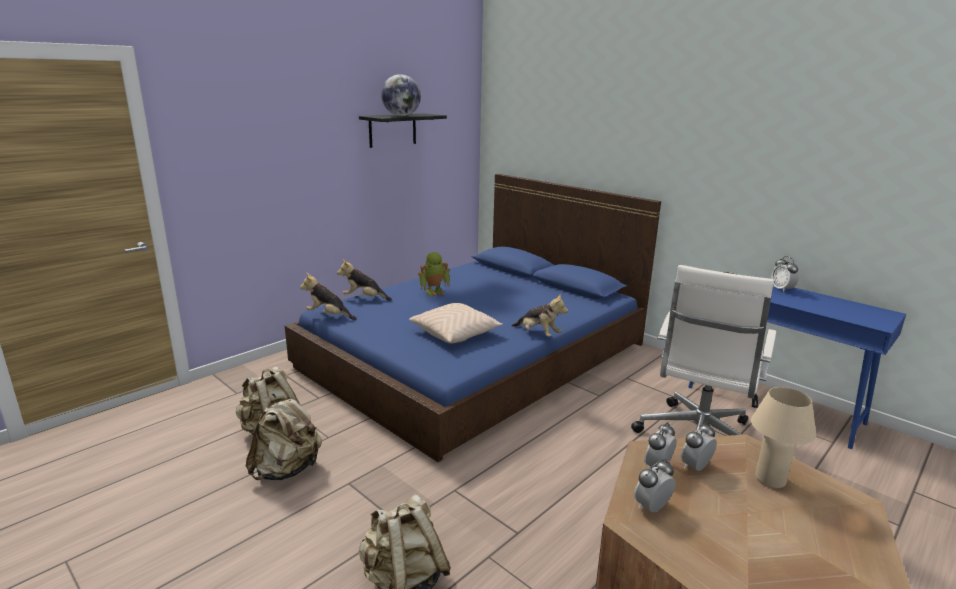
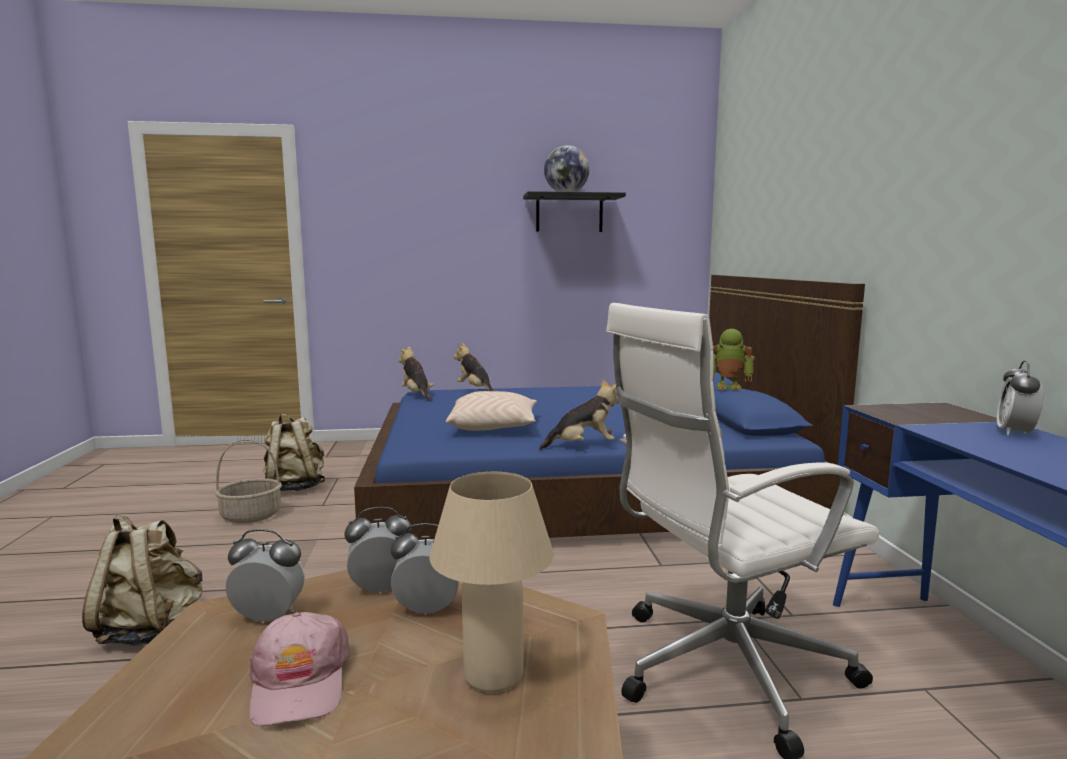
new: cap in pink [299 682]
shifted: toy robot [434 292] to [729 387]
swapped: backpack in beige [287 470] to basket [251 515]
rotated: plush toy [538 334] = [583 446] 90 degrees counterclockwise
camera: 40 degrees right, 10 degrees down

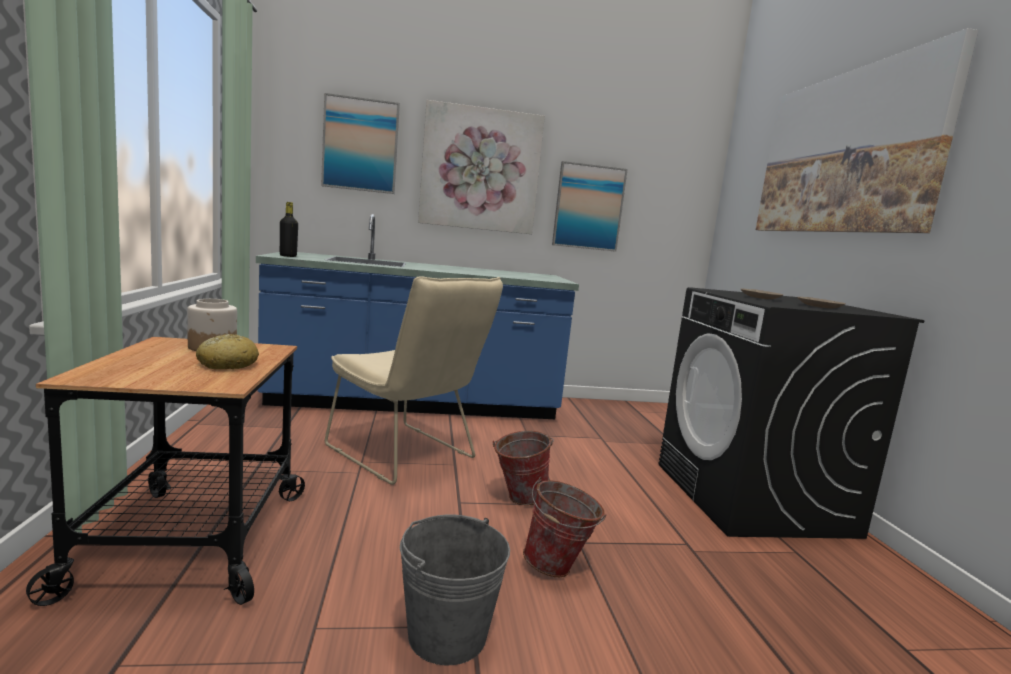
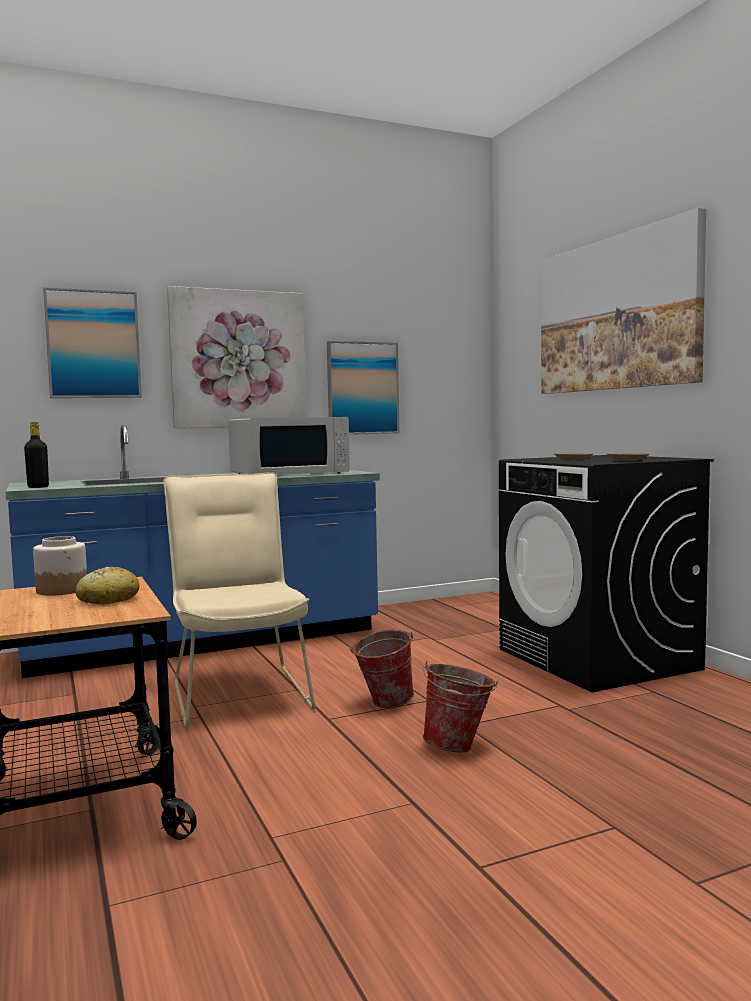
gone: bucket in grey [447 635]
new: microwave in white [289 473]
rotated: chair in beige [406 455] = [239 692] 135 degrees counterclockwise
camera: 15 degrees left, 5 degrees down

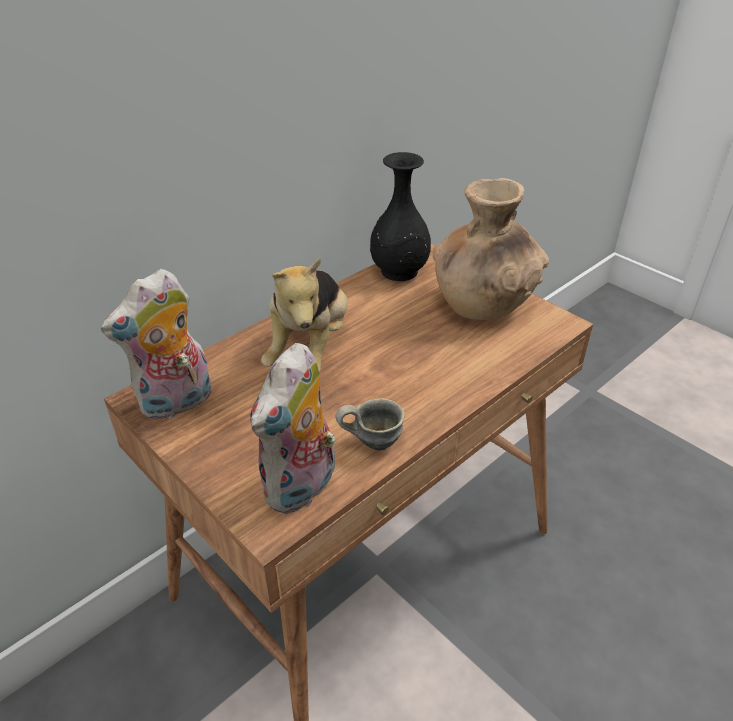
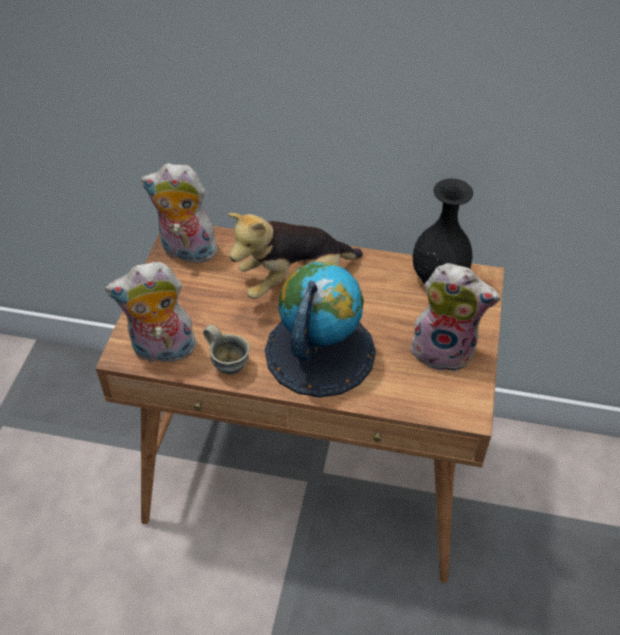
new: globe [319 351]
swapped: vase in brown [482 304] to plush toy [444 350]
camera: 55 degrees right, 10 degrees up

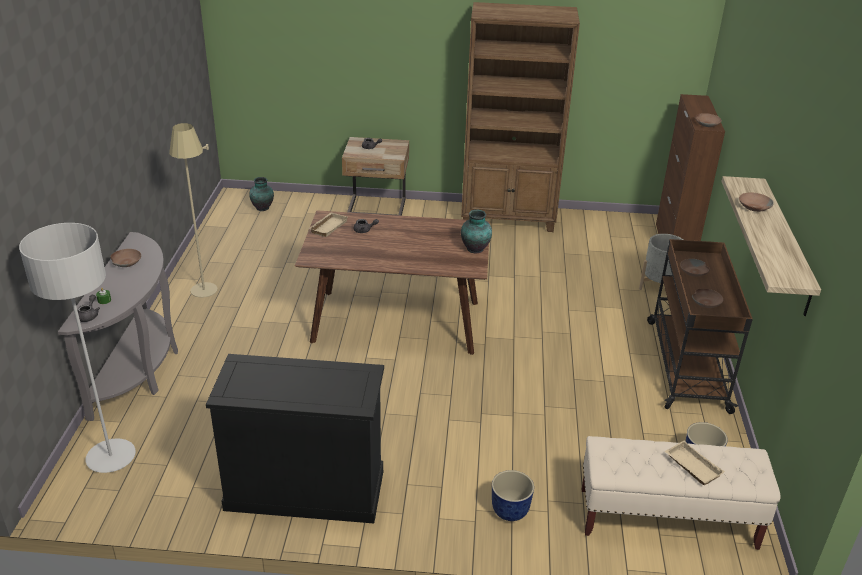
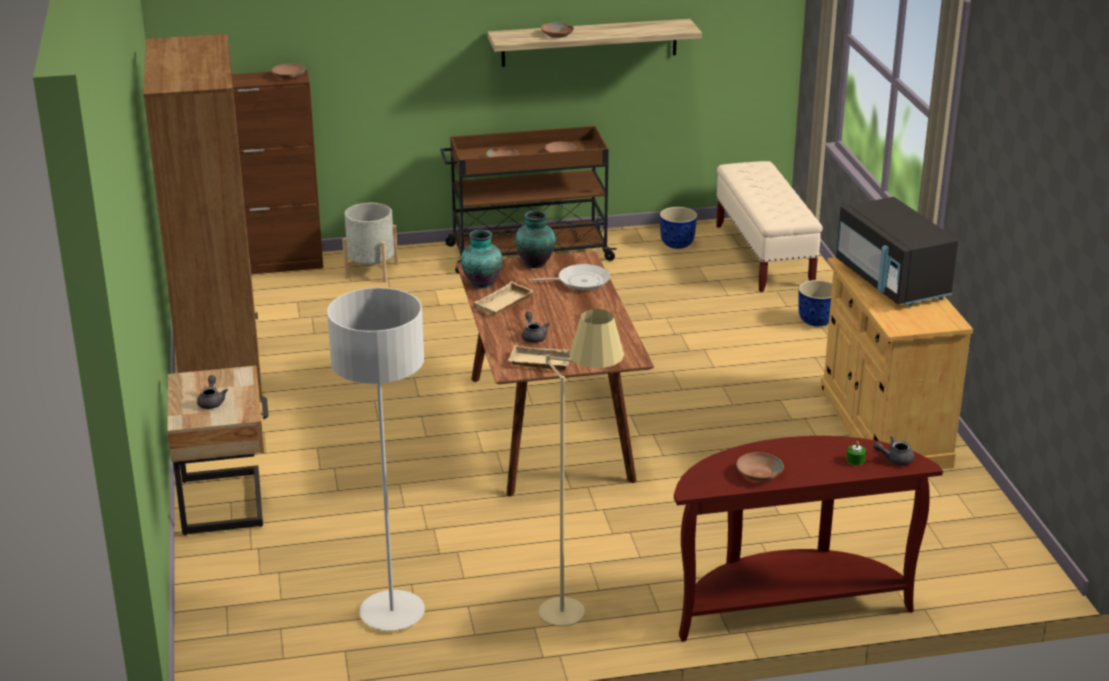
new: frying pan [580 281]; microwave in black [892 282]
shifted: floor lamp in grey [111 457] to [392 613]; vase [263 207] to [481 283]; tray in beige [691 466] to [504 304]
repainted: console table in grey [139 370] to console table in brown [788 604]; cabinet in black [305 489] to cabinet in beige [883 427]
camera: 105 degrees left, 5 degrees down

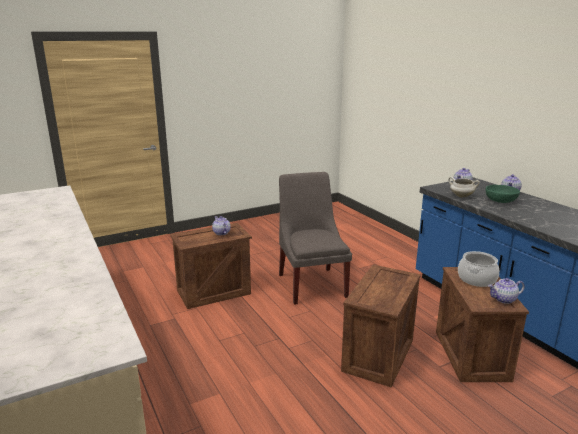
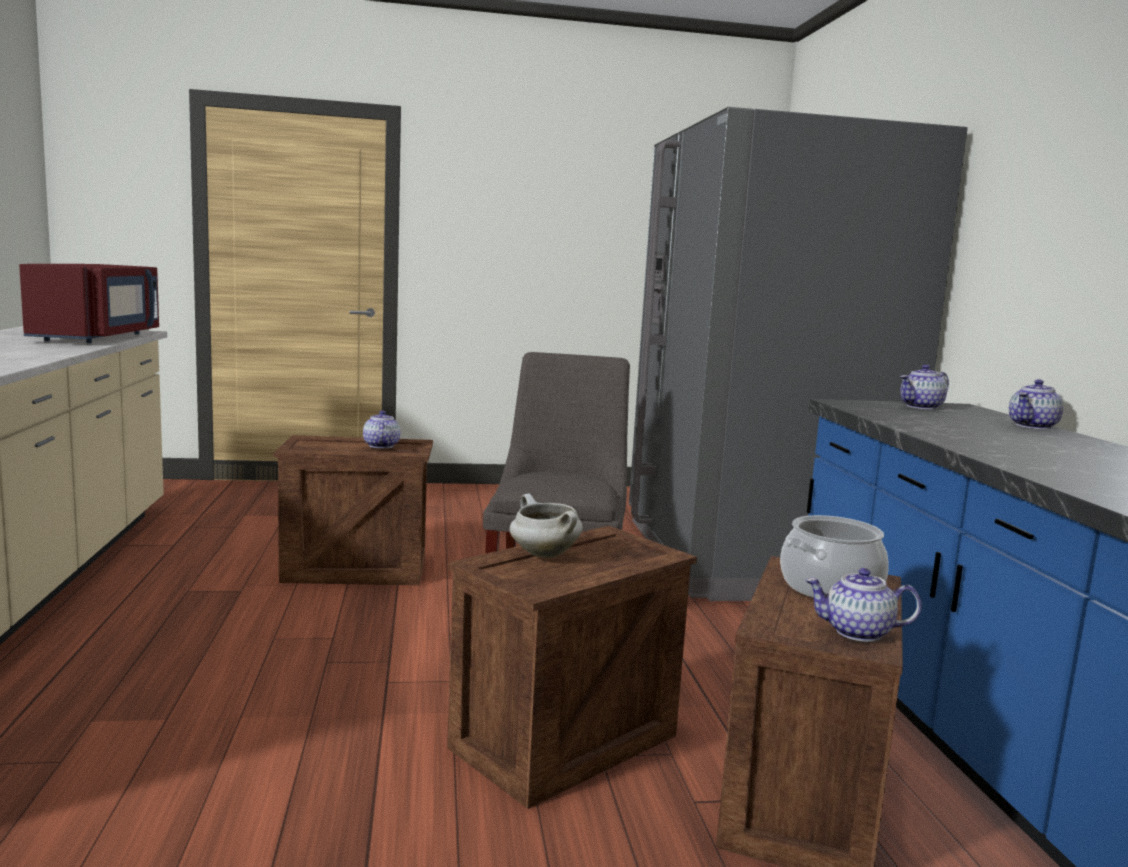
gone: bowl in green [501 201]
new: microwave in red [99 337]; fridge in grey [750 558]
shifted: cooking pot in white [461 196] to [543 554]
camera: 20 degrees right, 10 degrees down

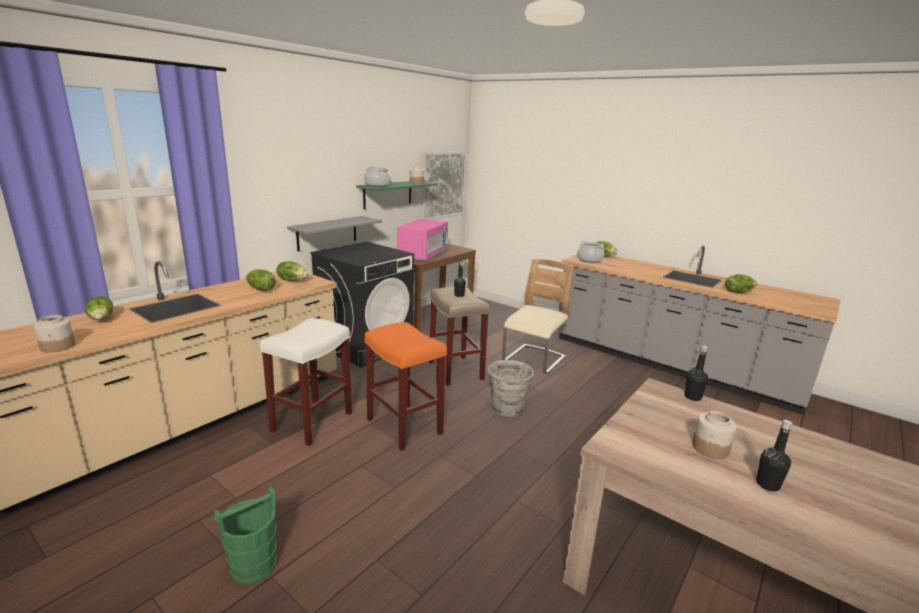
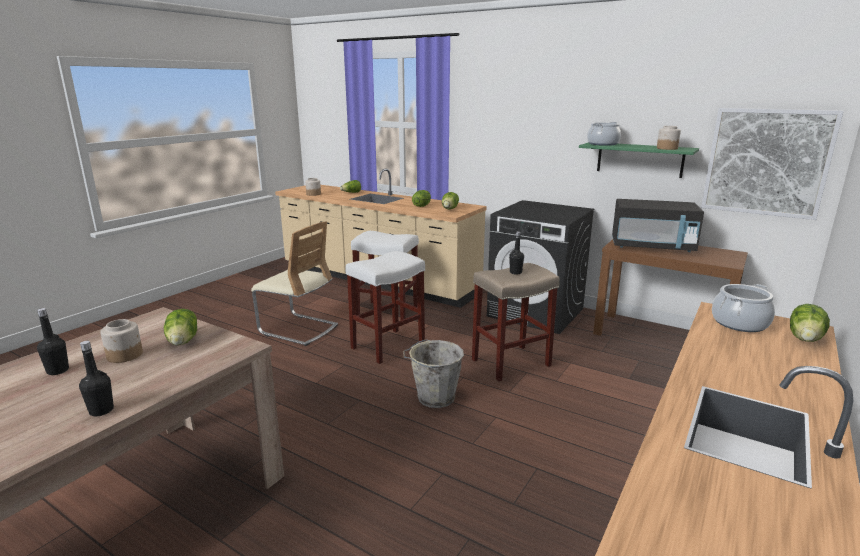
gone: bucket in green [253 565]; shelf in grey [327 233]
shifted: bottle in black [692 397] to [101 410]; lettuce [738 292] to [183 341]; chair in beige [534 360] to [298 329]
repainted: stool in orange [403 426] to stool in white [388 345]; microwave in pink [423 255] to microwave in black [652 247]
camera: 85 degrees right, 0 degrees up

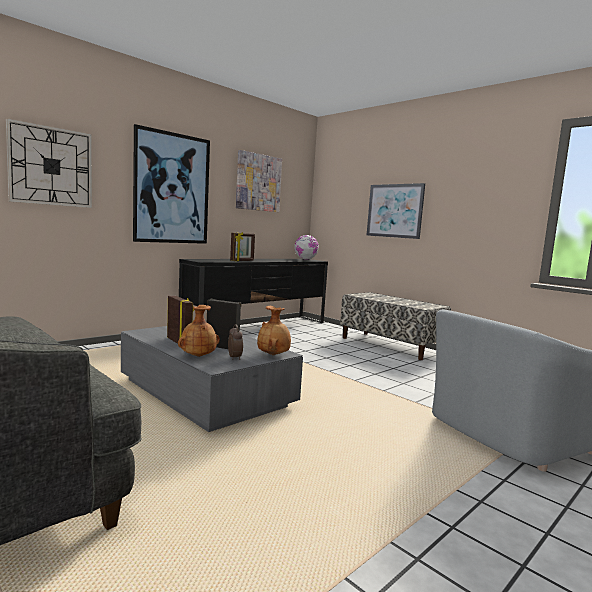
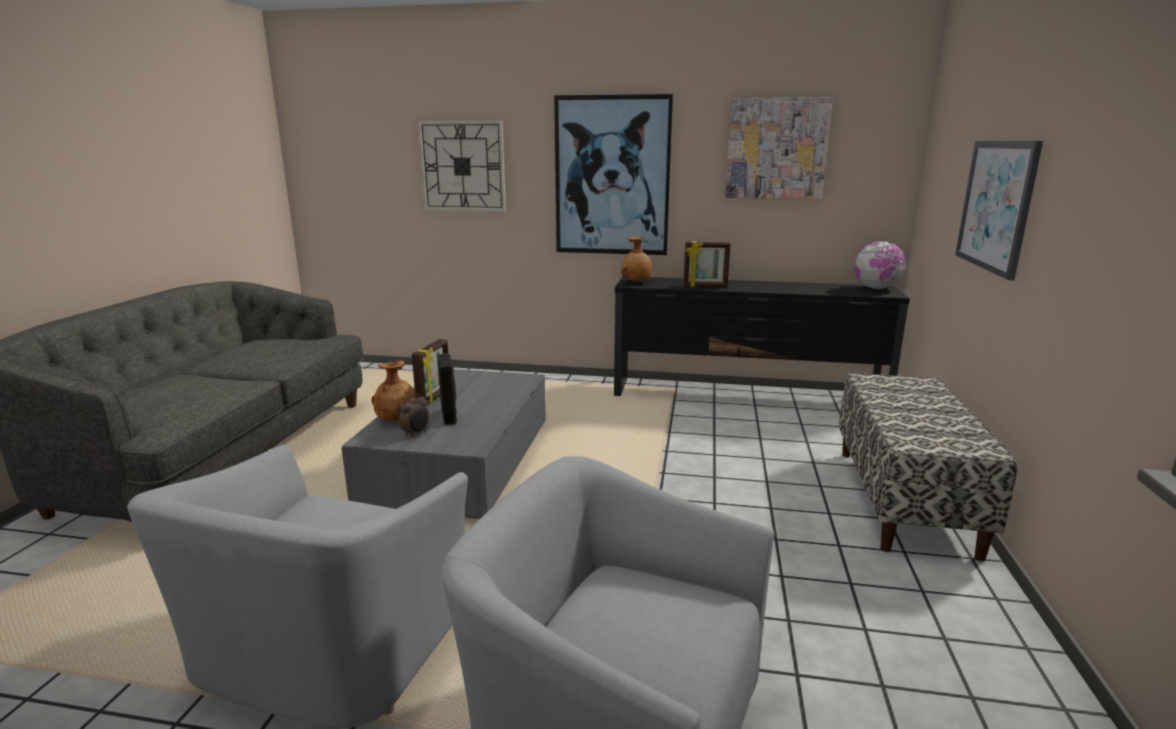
new: armchair in grey [329 651]
shifted: vase in brown [274 355] to [636 282]
camera: 55 degrees right, 10 degrees up

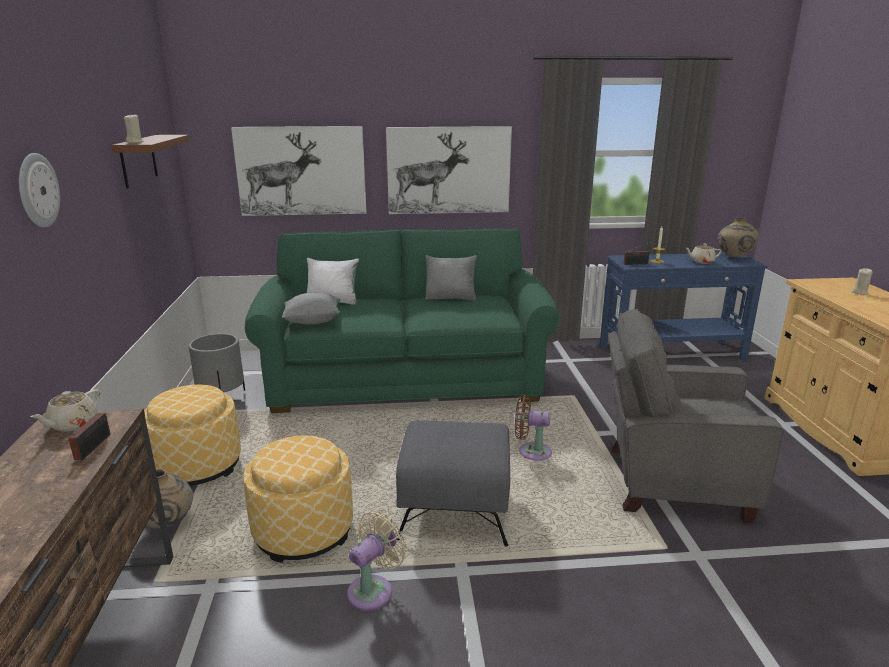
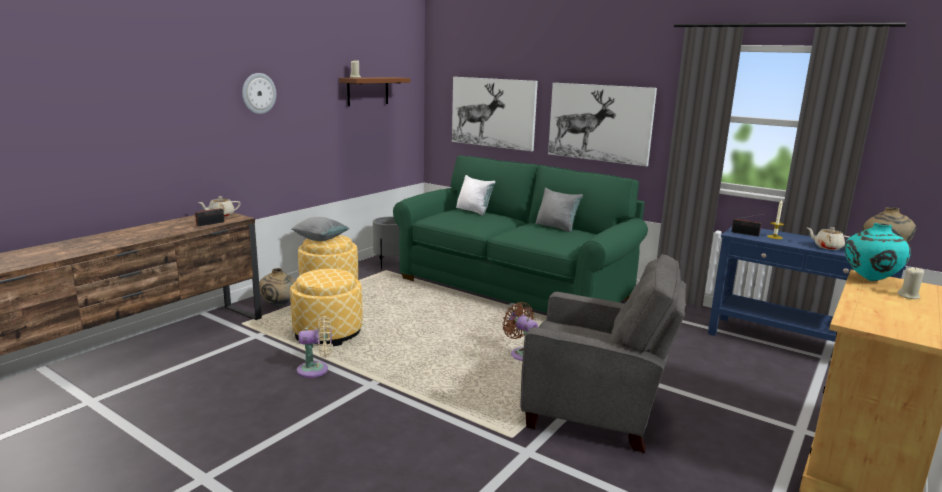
gone: ottoman in grey [456 509]
new: vase in turquoise [869 280]
shifted: pillow in grey [313 321] to [320 239]
rotated: armchair in grey [672 482] = [595 412] 150 degrees clockwise
camera: 40 degrees right, 5 degrees down

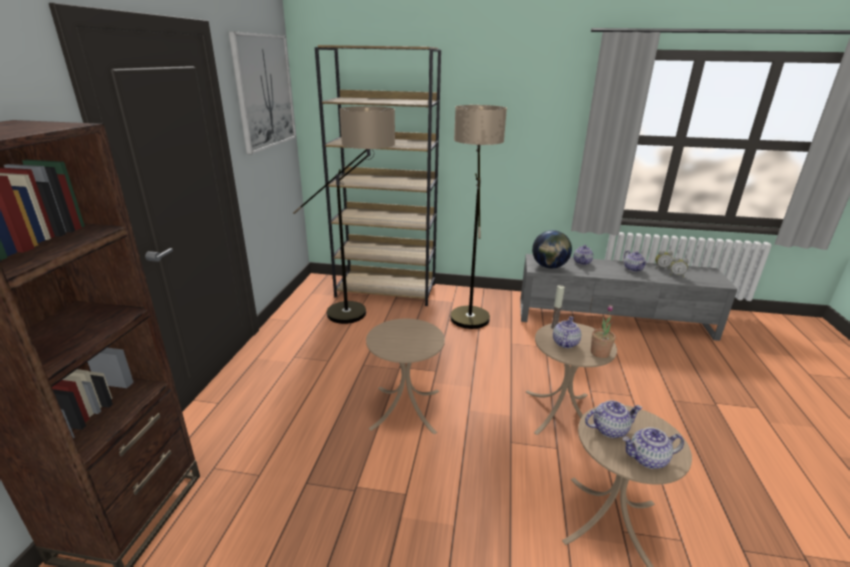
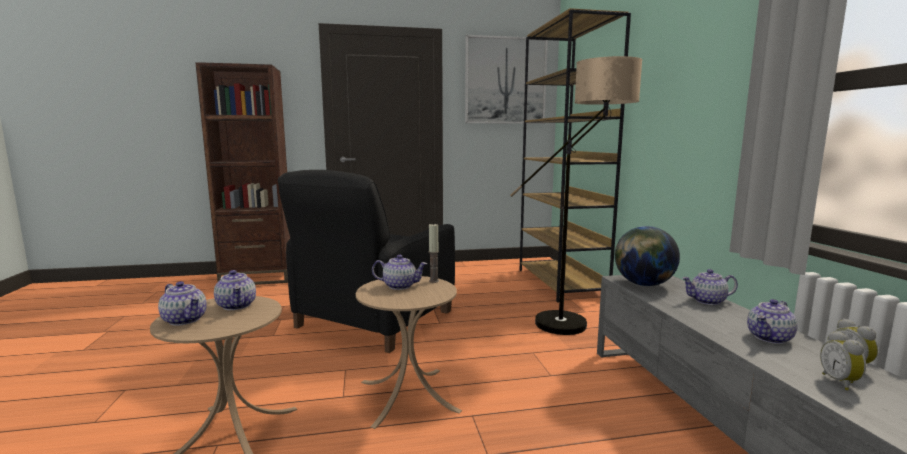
gone: floor lamp [362 315]; potted plant [599 353]
swapped: side table in beige [405 409] to armchair in black [373 320]
rotated: teapot [647 459] = [185 320] 150 degrees clockwise
camera: 70 degrees right, 15 degrees down

